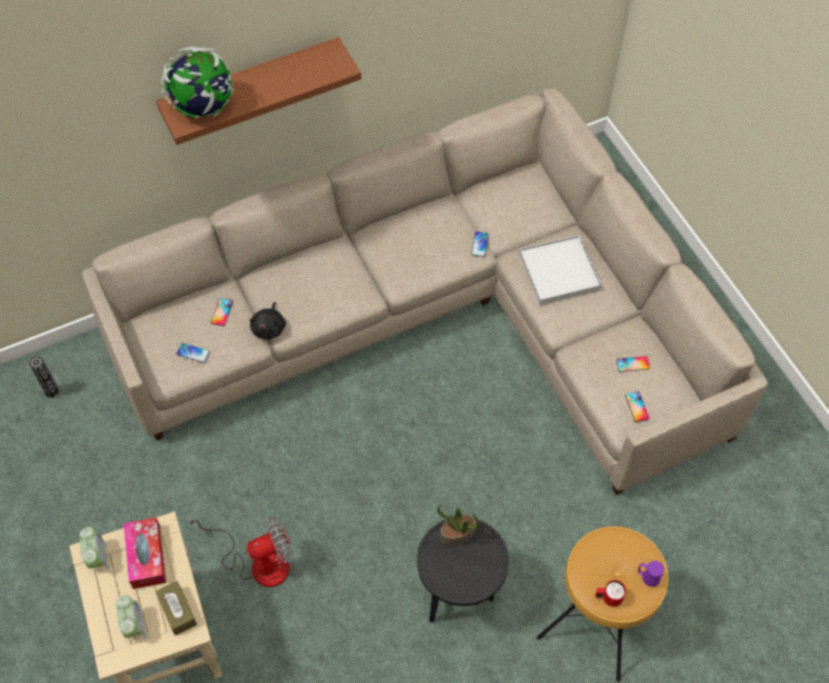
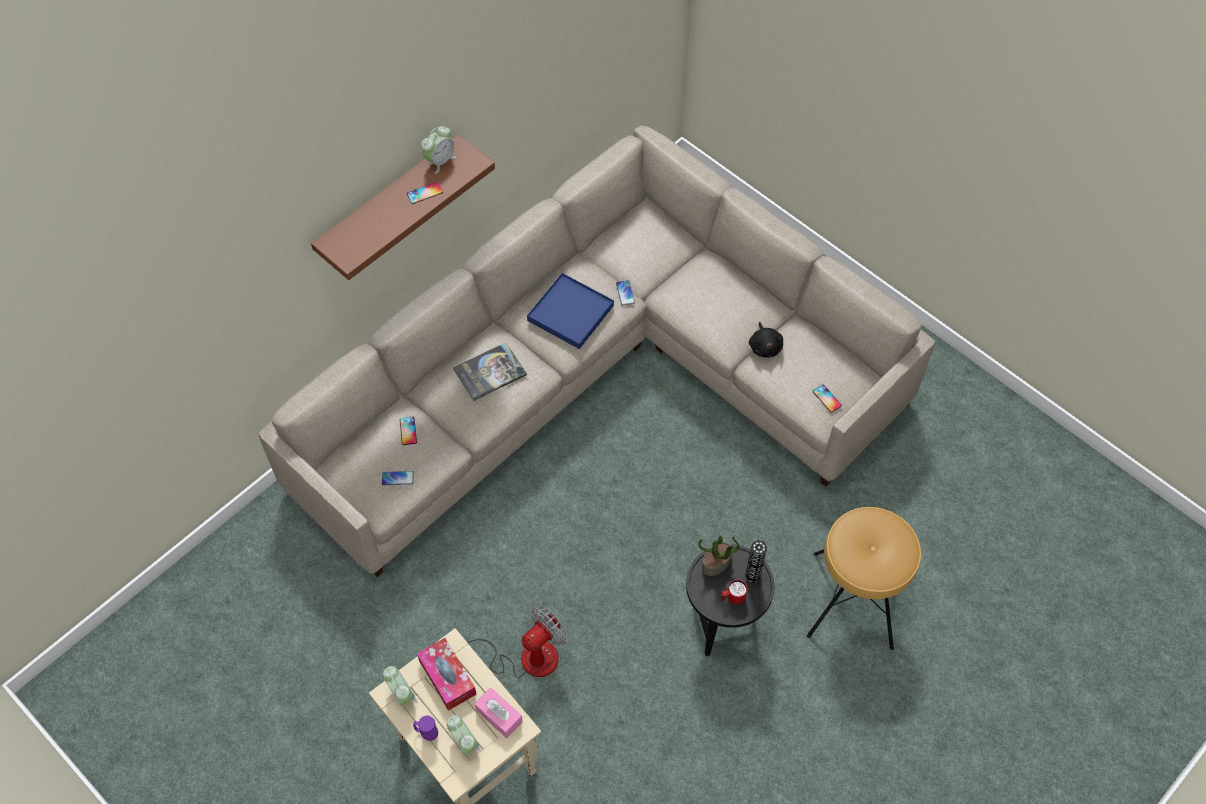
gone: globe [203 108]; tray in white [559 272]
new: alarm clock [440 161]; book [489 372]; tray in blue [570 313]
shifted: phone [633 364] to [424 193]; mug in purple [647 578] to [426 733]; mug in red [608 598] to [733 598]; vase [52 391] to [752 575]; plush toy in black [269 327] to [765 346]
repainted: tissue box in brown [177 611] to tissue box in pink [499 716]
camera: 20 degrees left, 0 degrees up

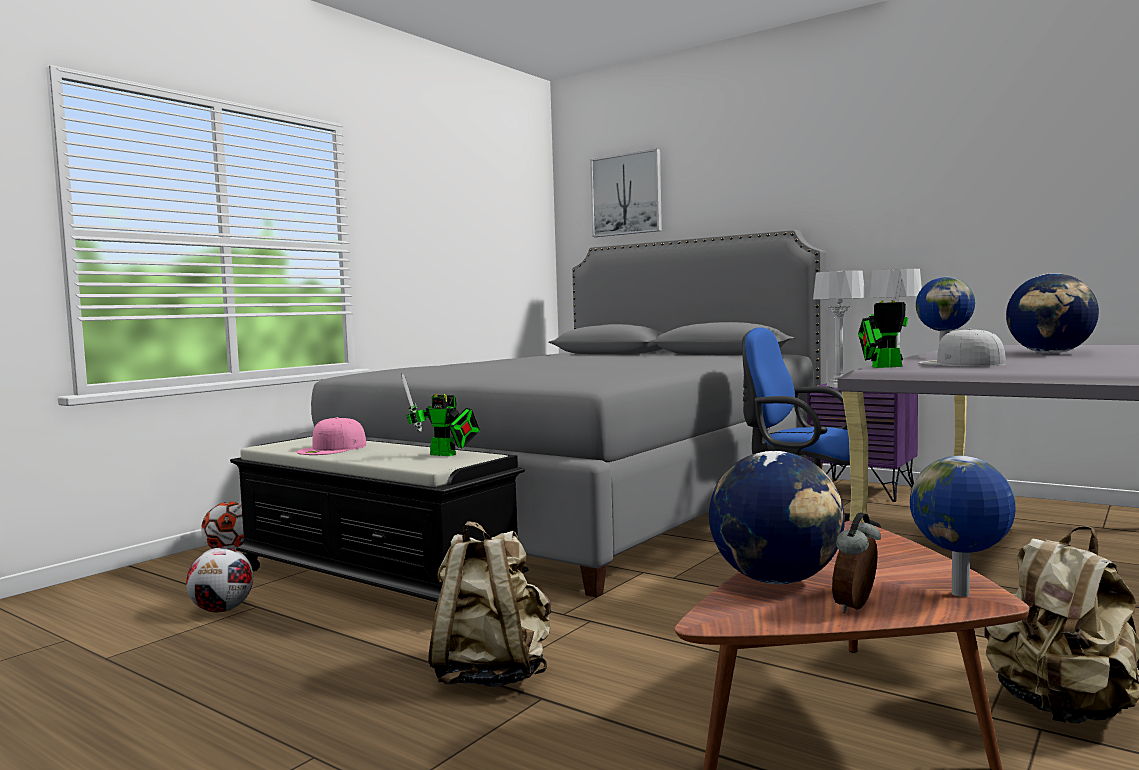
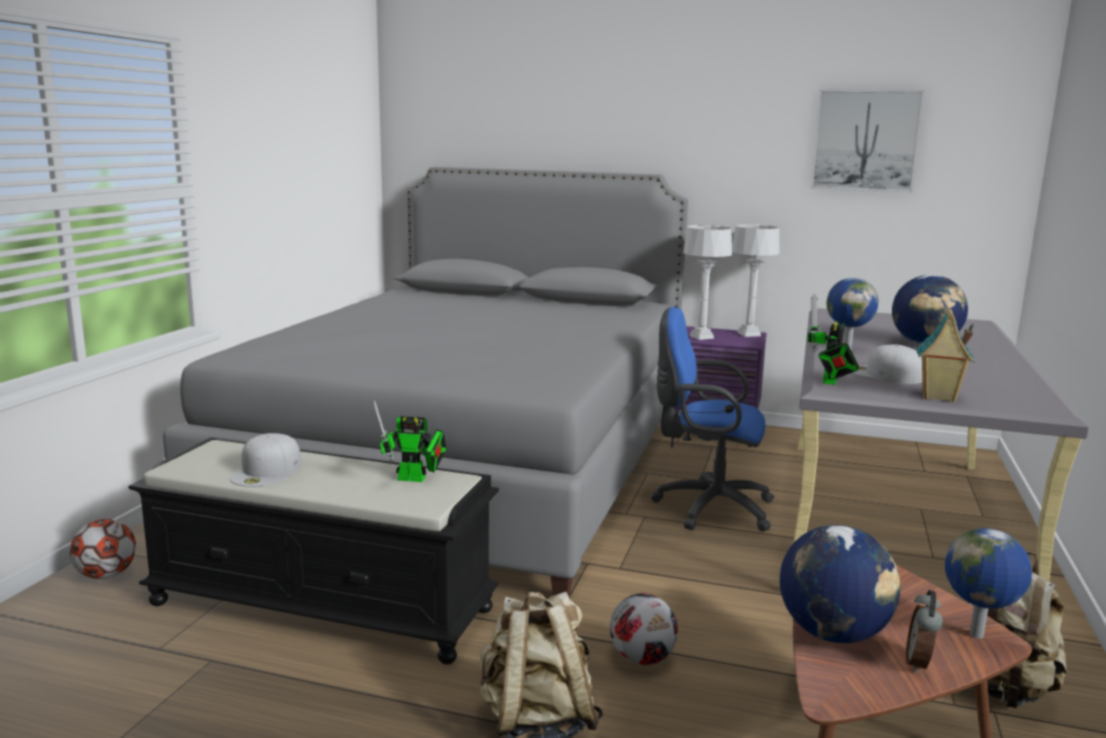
new: toy house [938 397]
shifted: football [223 610] to [642 658]; picture [626 194] to [865 140]
repainted: cap in pink [332 449] to cap in white [267 471]
rotated: toy robot [882 367] = [829 382] 45 degrees counterclockwise
camera: 20 degrees left, 10 degrees up

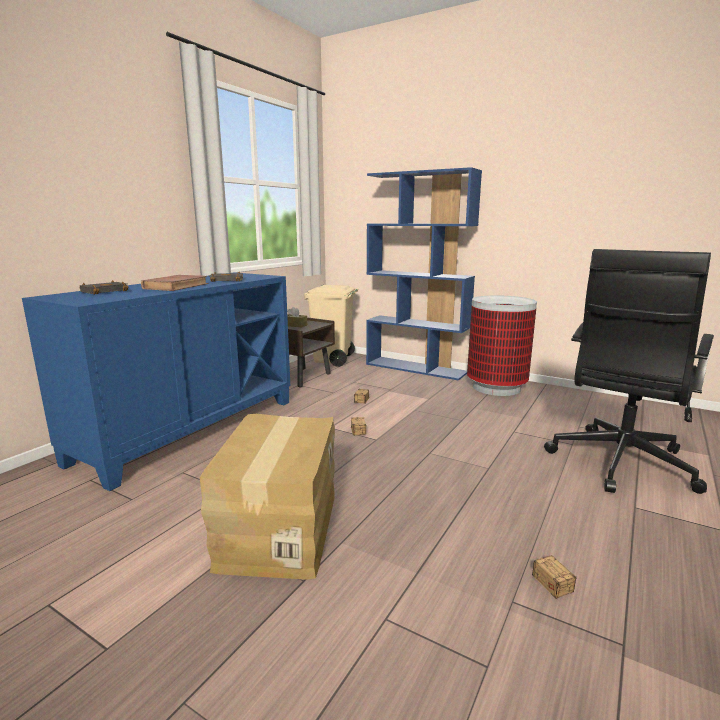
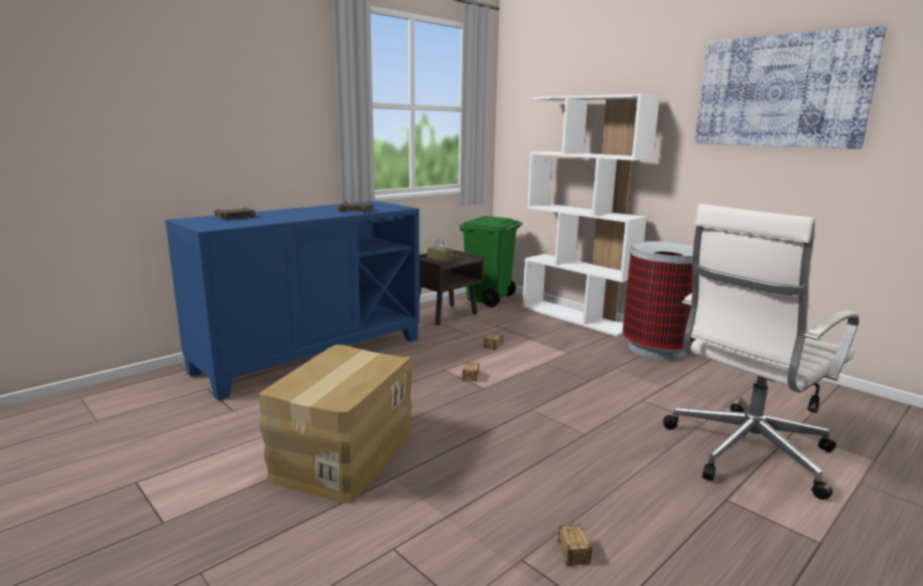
gone: book in brown [176 286]
new: picture [781 91]
repainted: trash can in beige [333 360] to trash can in green [488 299]; bookcase in blue [416 368] to bookcase in white [576 317]; office chair in black [619 464] to office chair in white [745 452]
camera: 15 degrees right, 0 degrees up

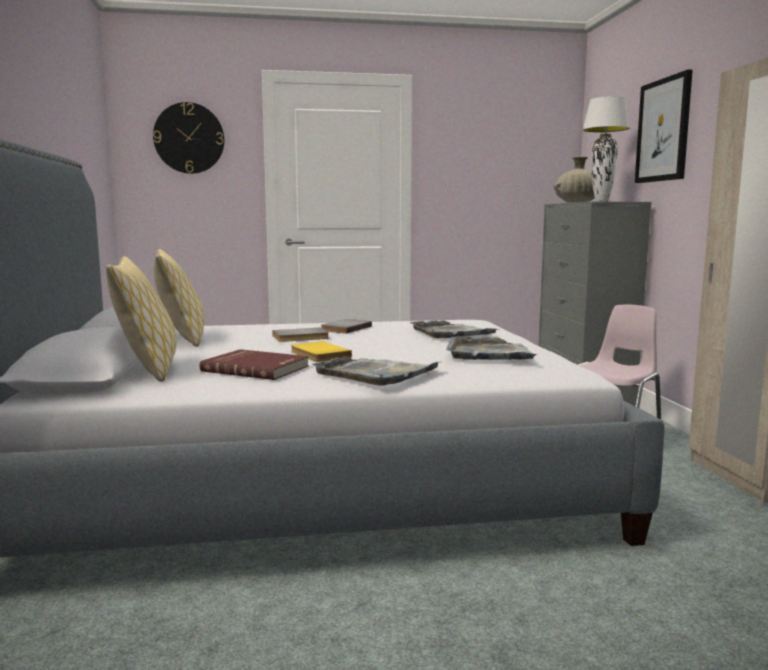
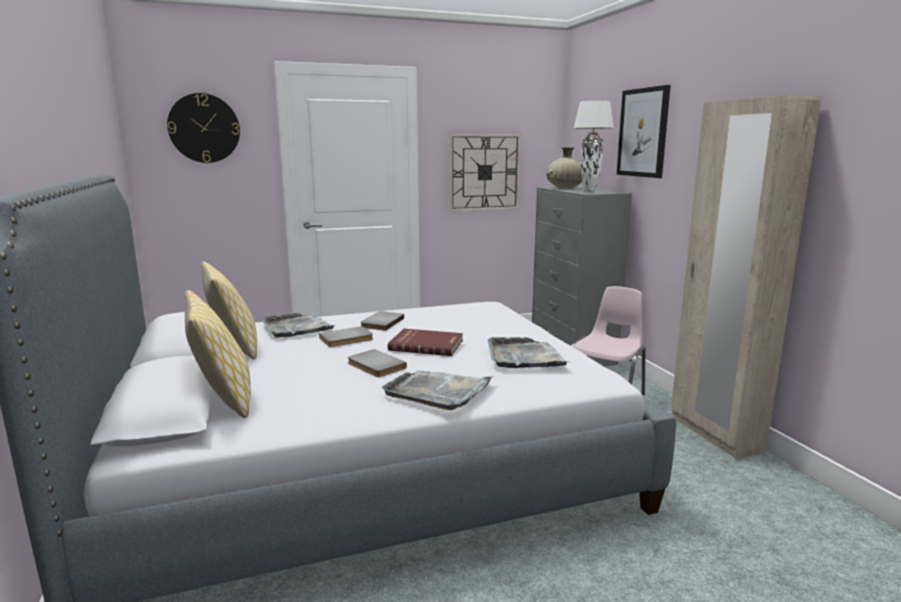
new: wall clock [484 172]
shifted: tray in grey [450 333] to [296 328]; book in red [256 368] to [426 345]
repainted: book in yellow [318 354] to book in grey [374 366]
camera: 10 degrees left, 5 degrees up

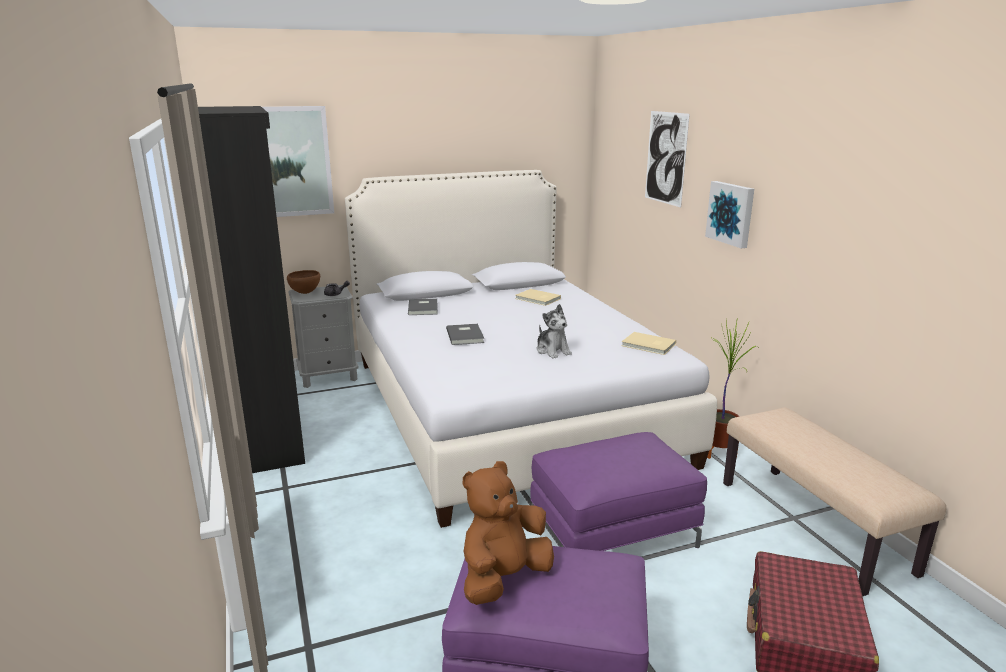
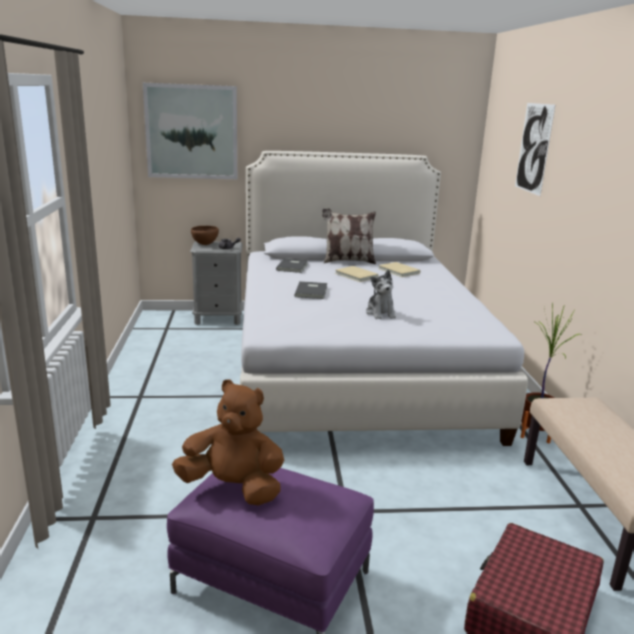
gone: bookcase in black [268 433]; ottoman in purple [613 533]; picture [731 213]
new: pillow [347 261]
shifted: book in beige [648 345] to [356 275]
rotated: plush toy in brown [503 578] = [233 487] 45 degrees clockwise
camera: 15 degrees right, 0 degrees up

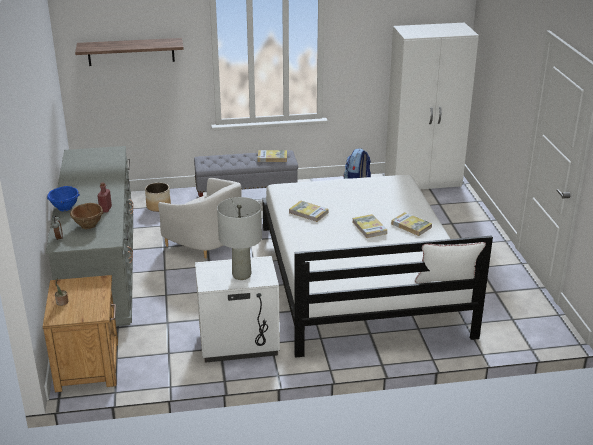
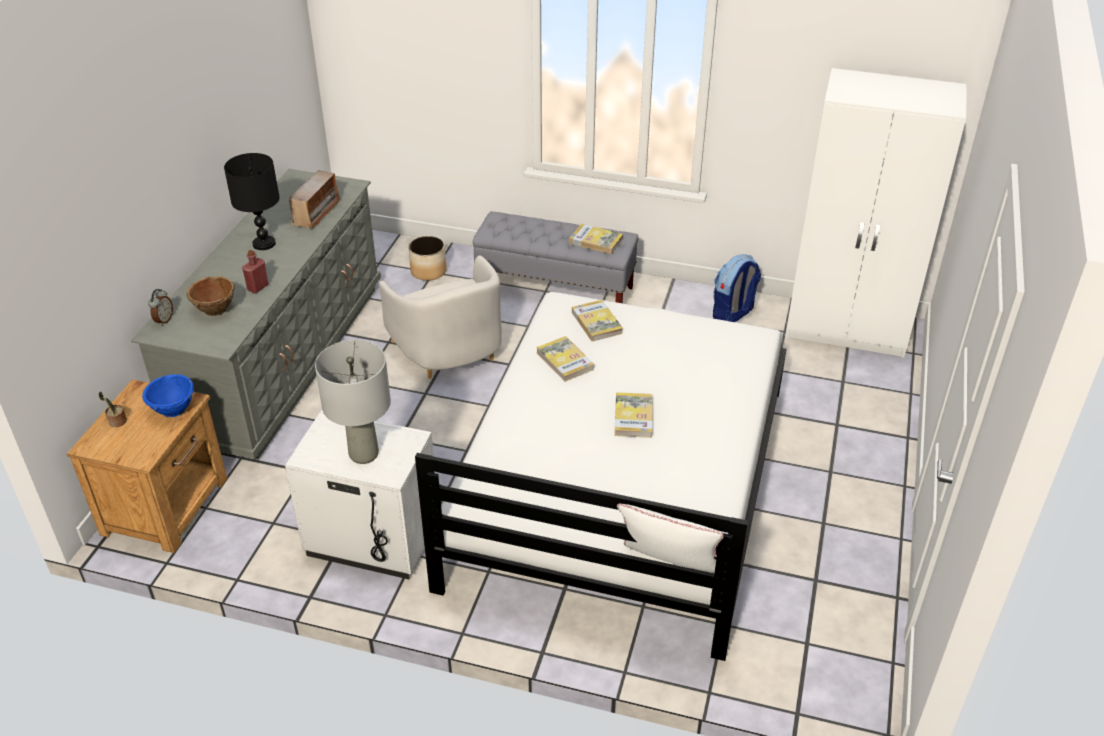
gone: shelf [131 52]
new: table lamp in black [263 244]; radio [316 213]
shifted: bowl in blue [65 208] to [173 410]; book [411 225] to [596 323]
camera: 25 degrees right, 10 degrees up

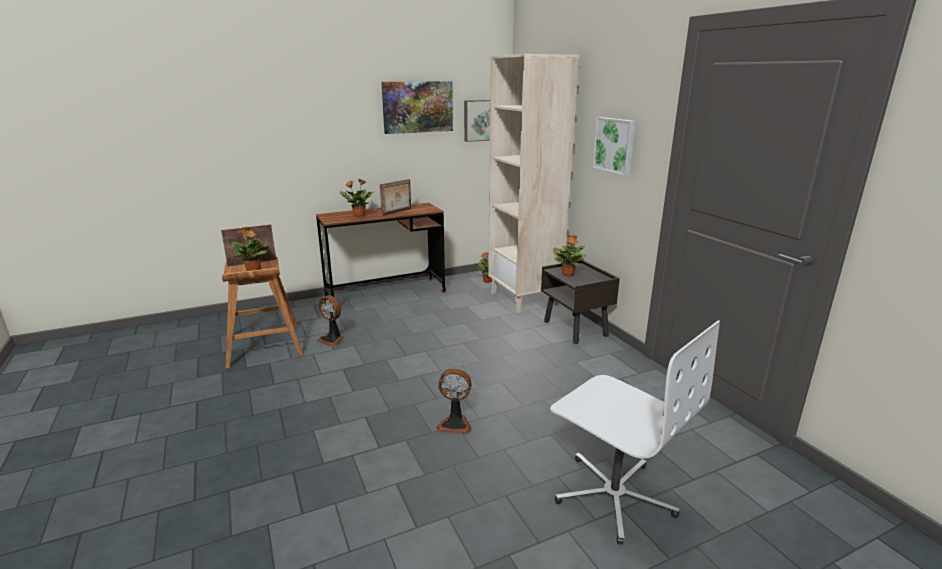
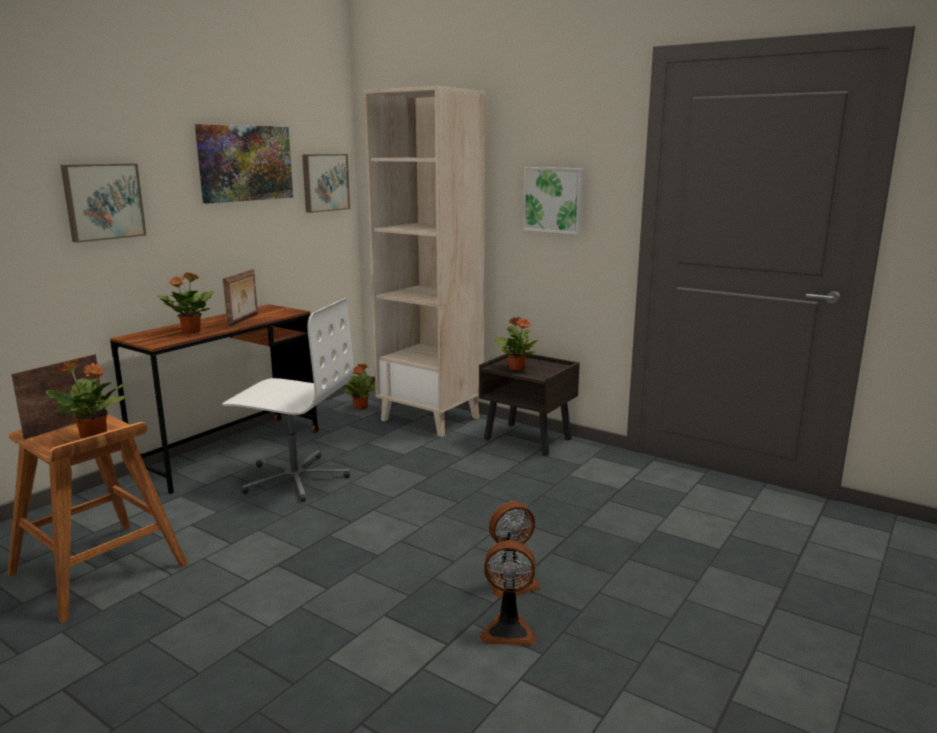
new: picture [103 201]
shifted: office chair in white [613 495] to [295 478]; fan [332 339] to [508 630]
camera: 30 degrees left, 5 degrees down

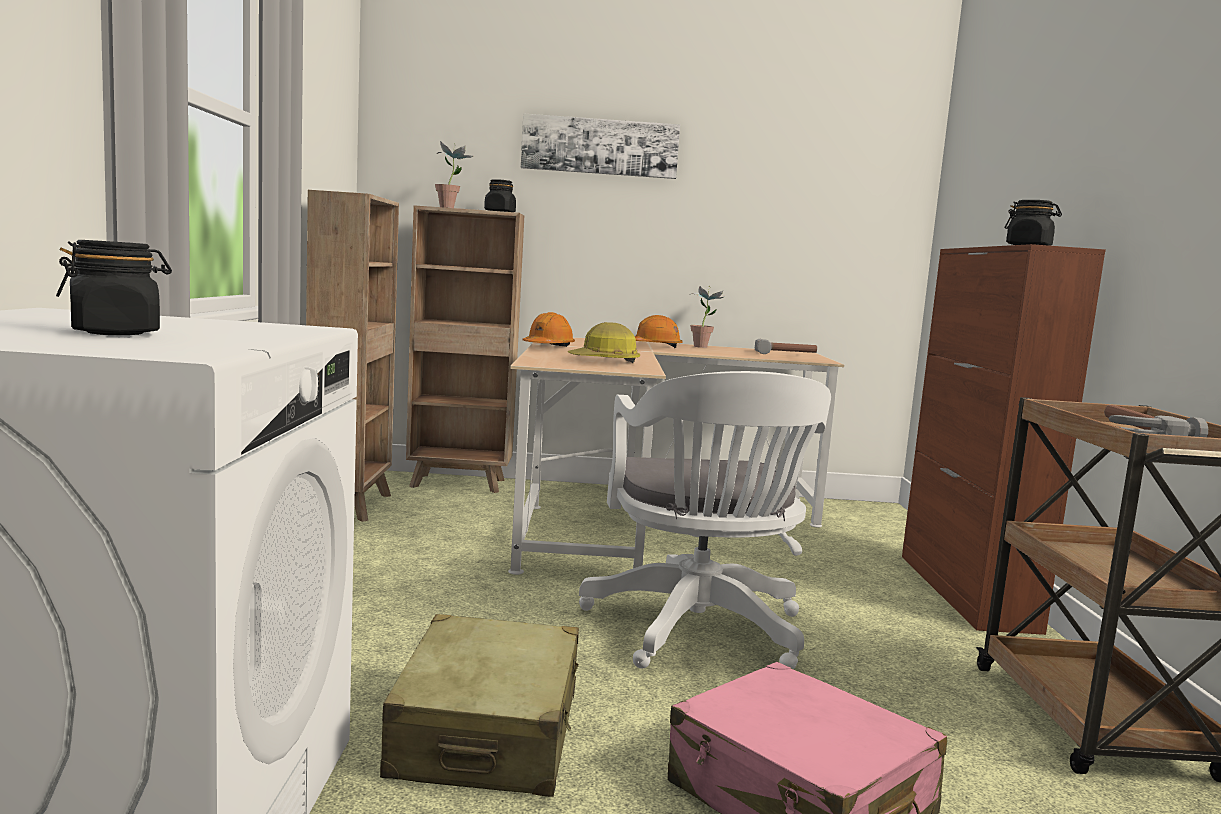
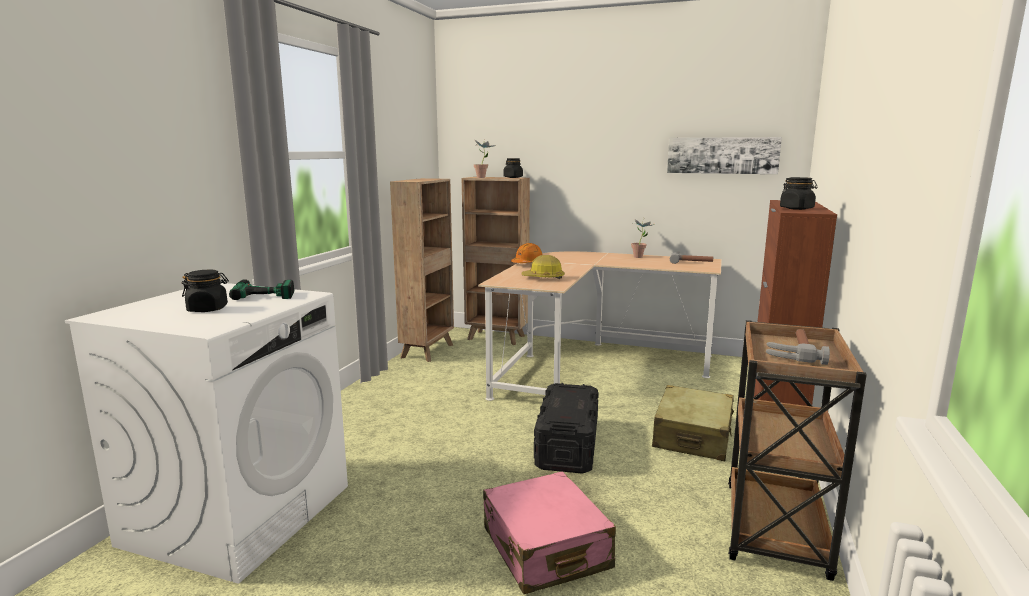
gone: hard hat in orange [655 346]
new: power drill [265 292]
shifted: suitcase in beige [487 734] to [693 436]; picture [600 147] to [722 155]
swapped: office chair in white [699 632] to storage box in black [567 445]
camera: 20 degrees right, 5 degrees up

